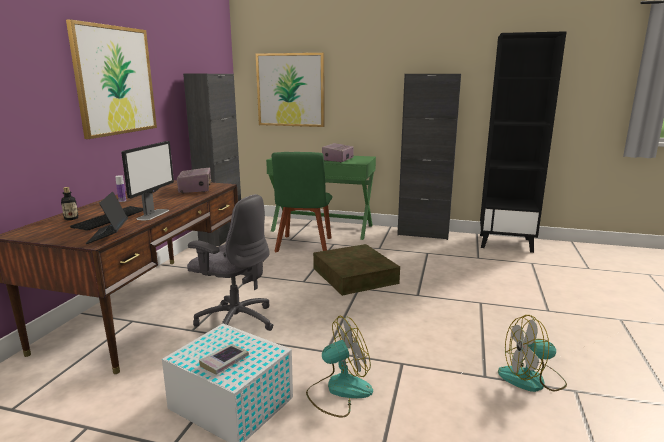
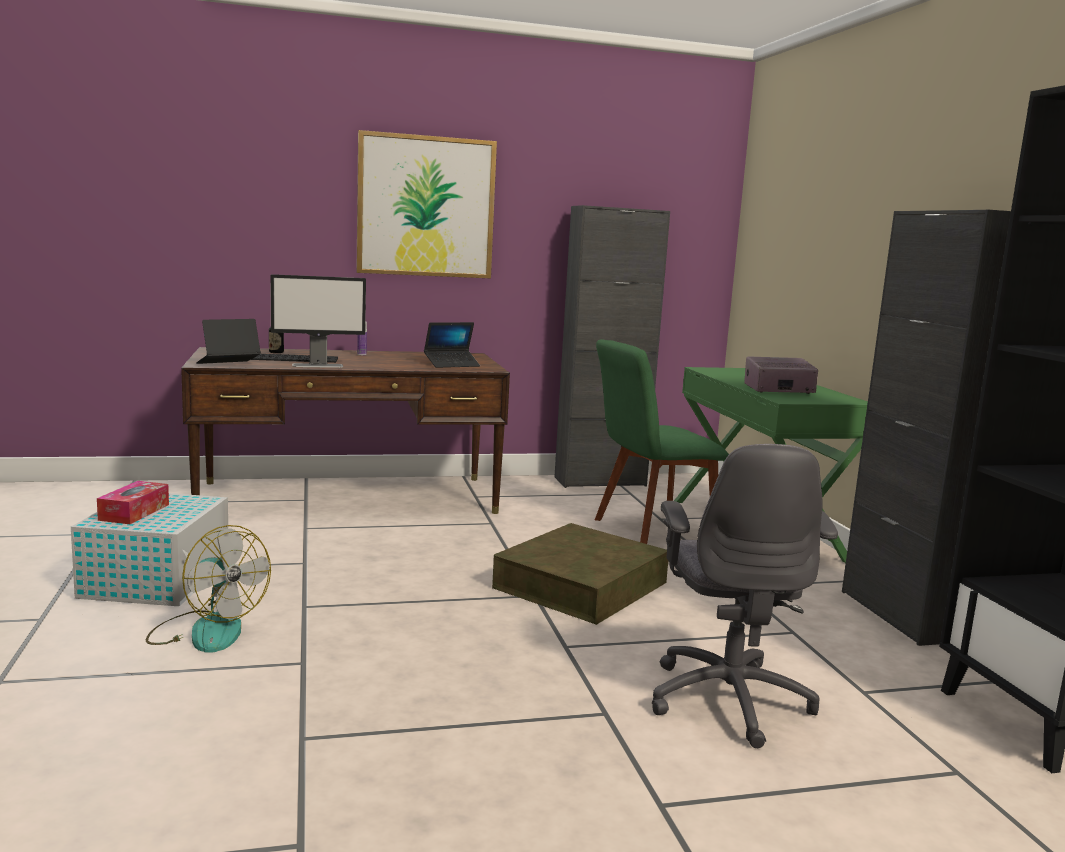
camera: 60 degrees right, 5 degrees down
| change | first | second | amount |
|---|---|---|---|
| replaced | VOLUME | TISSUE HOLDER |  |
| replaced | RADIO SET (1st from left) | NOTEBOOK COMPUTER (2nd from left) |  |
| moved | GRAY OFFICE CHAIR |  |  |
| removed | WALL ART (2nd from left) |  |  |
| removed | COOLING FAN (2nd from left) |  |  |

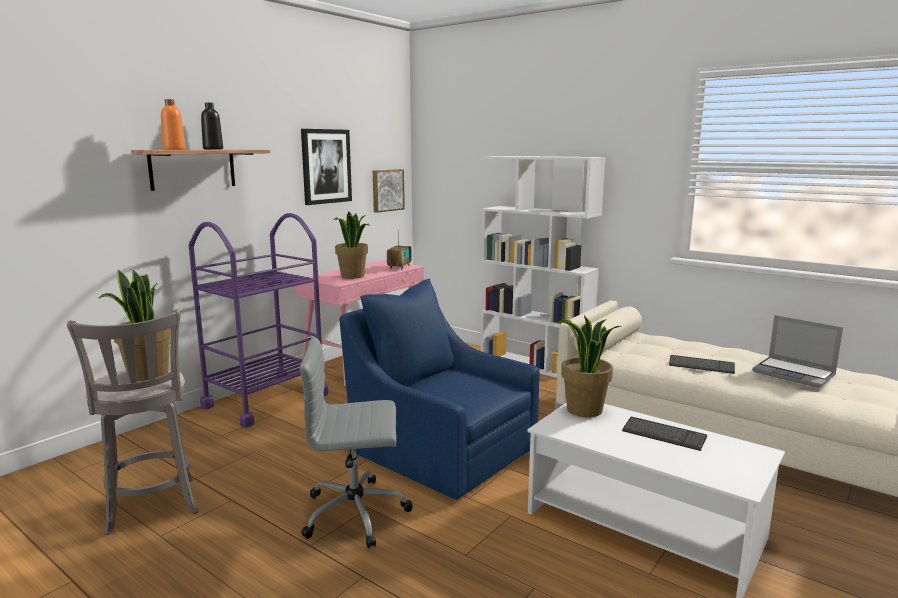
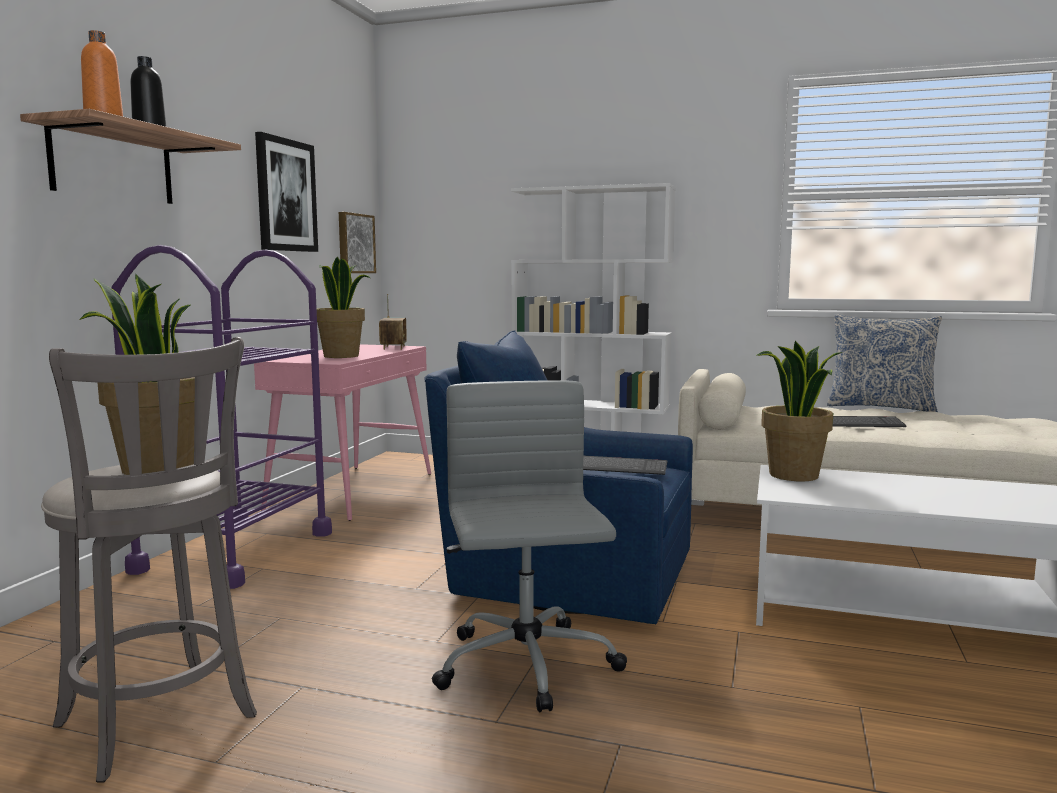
camera: 20 degrees left, 5 degrees down
| change | first | second | amount |
|---|---|---|---|
| turned | GRAY OFFICE CHAIR |  | 105 degrees clockwise |
| moved | KEYBOARD (1st from left) |  |  |
| added |  | PILLOW |  |
| removed | NOTEBOOK COMPUTER |  |  |

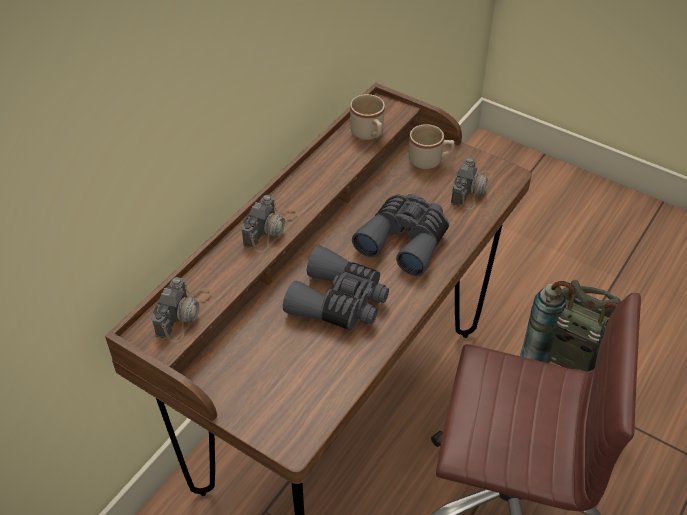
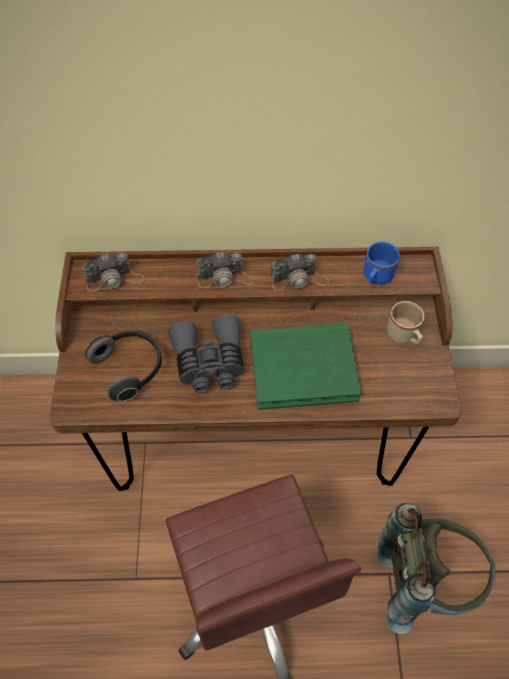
camera: 55 degrees right, 10 degrees up
| change | first | second | amount |
|---|---|---|---|
| added |  | PAIR OF HEADPHONES |  |
| replaced | GRAY PAIR OF BINOCULARS (2nd from left) | GREENISH VOLUME |  |
| moved | STILL CAMERA (3rd from left) |  |  |
| recoloured | BEIGE-COLOURED MUG (1st from left) | BLUISH MUG |  |

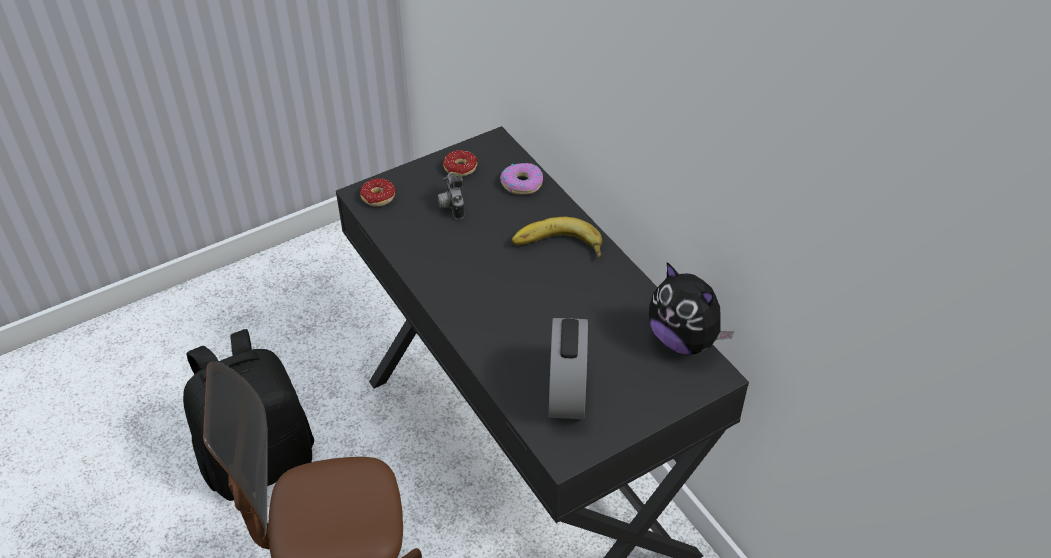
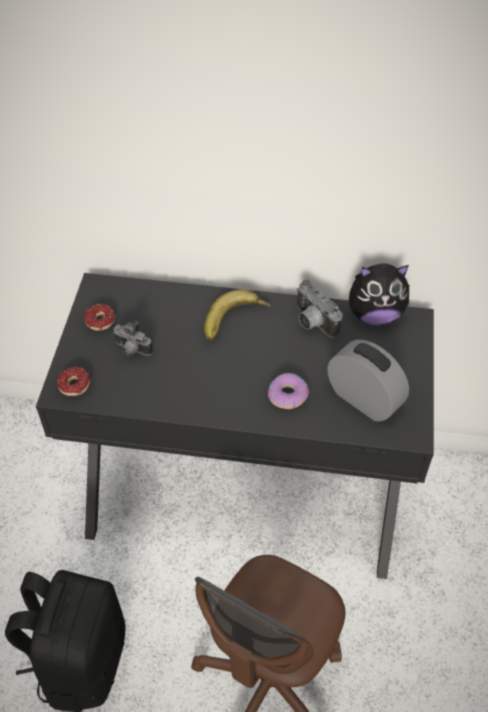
camera: 50 degrees left, 5 degrees up
| change | first | second | amount |
|---|---|---|---|
| moved | DONUT (3rd from left) |  |  |
| added |  | STILL CAMERA (2nd from left) |  |

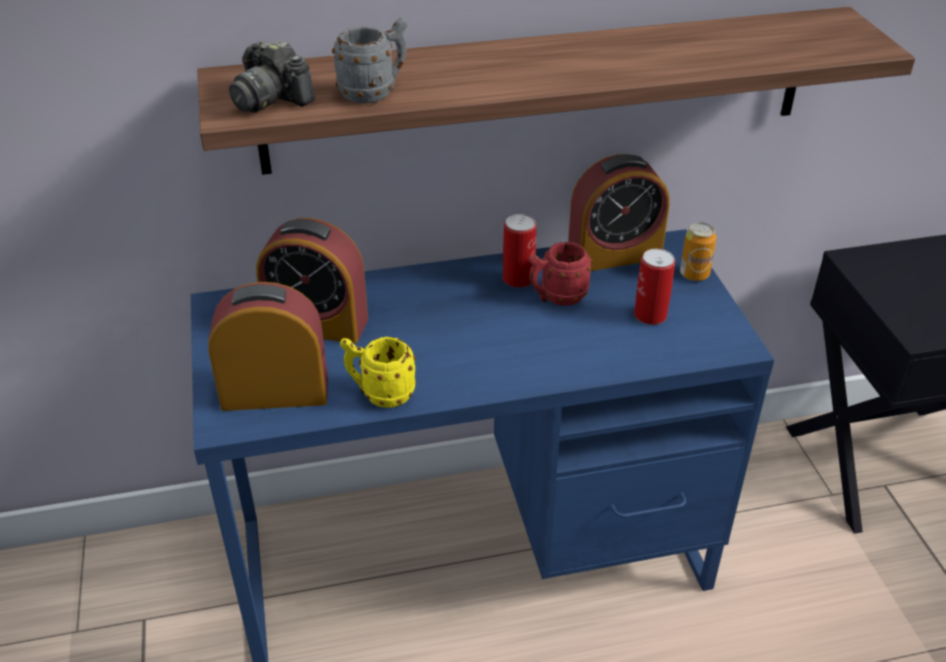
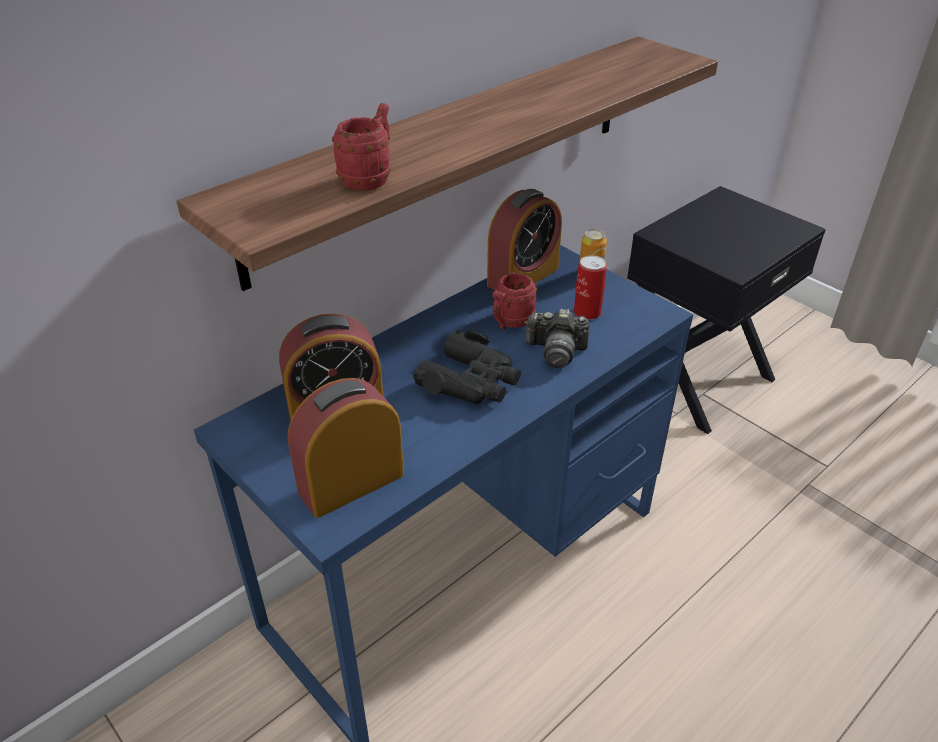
camera: 30 degrees left, 0 degrees up
| change | first | second | amount |
|---|---|---|---|
| recoloured | GRAY MUG | RED MUG (1st from left) |  |
| added |  | BLACK PAIR OF BINOCULARS |  |
| moved | STILL CAMERA |  |  |
| removed | YELLOW MUG |  |  |
| removed | METAL CAN (1st from left) |  |  |

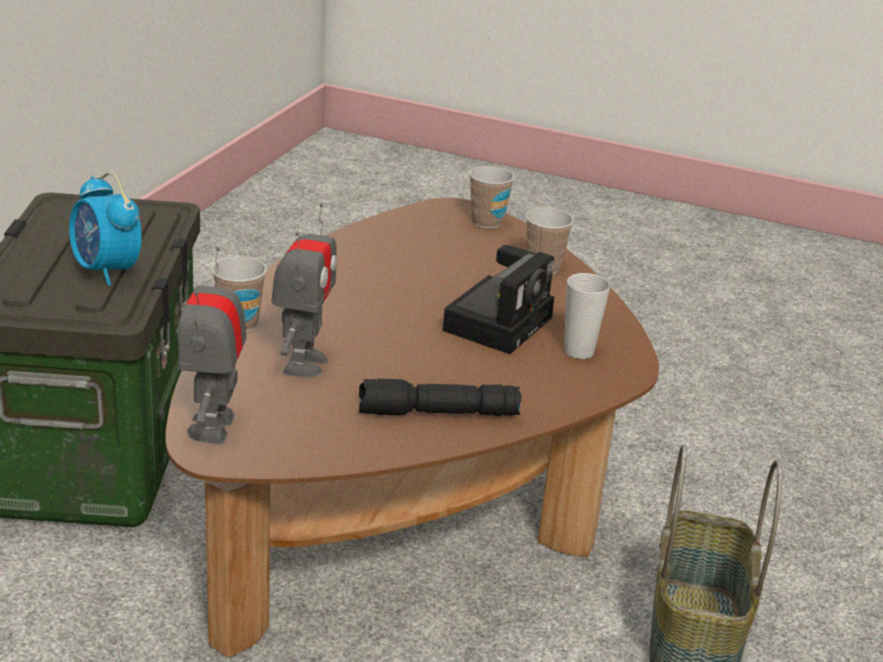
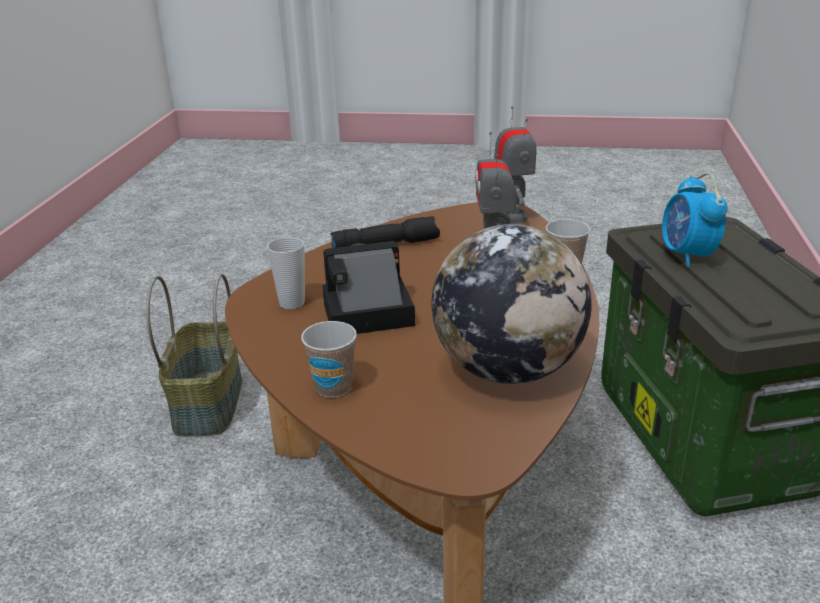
camera: 170 degrees right, 0 degrees up
| change | first | second | amount |
|---|---|---|---|
| turned | STILL CAMERA |  | 60 degrees clockwise |
| added |  | DESK GLOBE |  |
| turned | BEDSIDE CLOCK |  | 135 degrees counterclockwise |
| removed | CUP (2nd from left) |  |  |

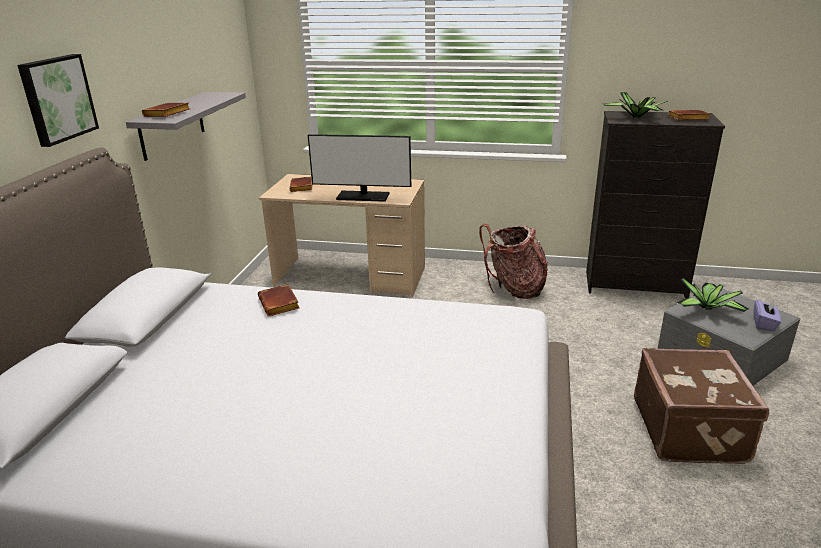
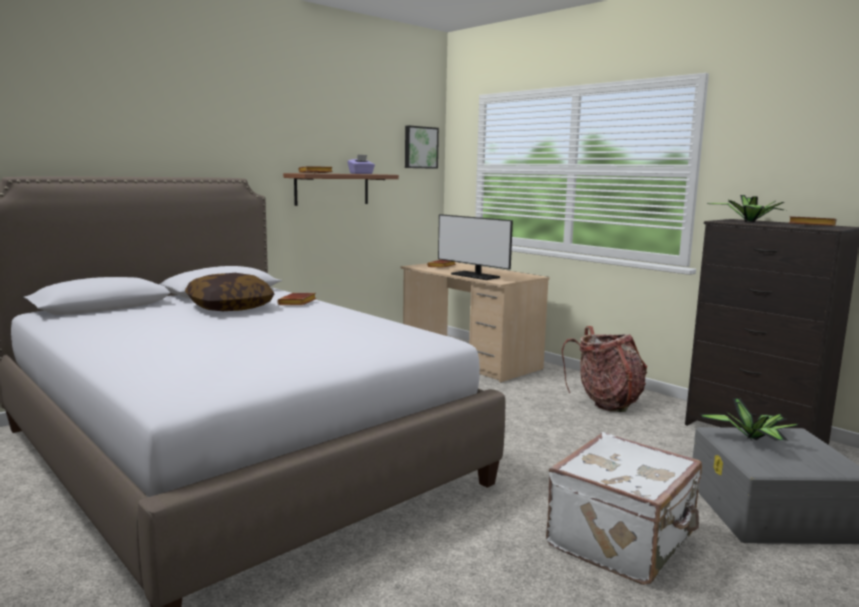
camera: 35 degrees right, 15 degrees down
| change | first | second | amount |
|---|---|---|---|
| added |  | PILLOW |  |
| recoloured | GRAY BRACKET SHELF | BROWN BRACKET SHELF |  |
| moved | PURPLE-COLOURED TISSUE HOLDER |  |  |
| moved | WALL ART |  |  |
| recoloured | BROWN TRAVEL CASE | WHITE TRAVEL CASE |  |

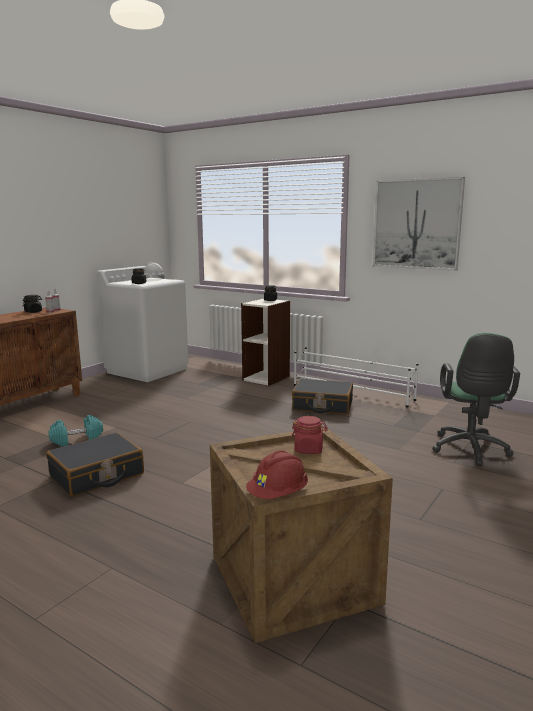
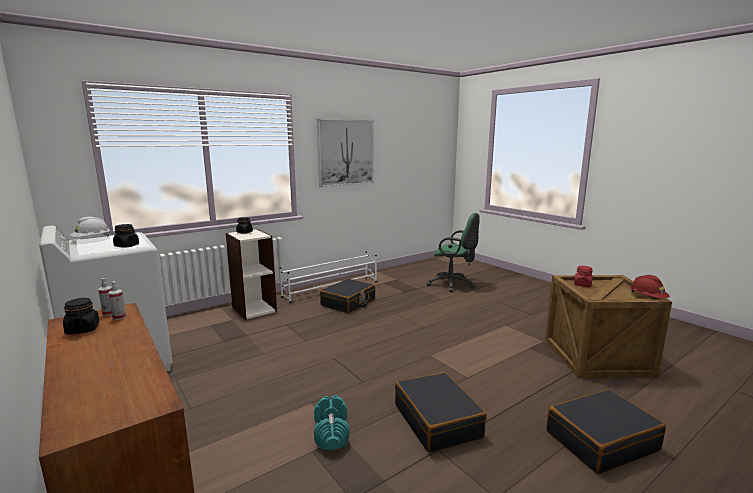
camera: 70 degrees left, 0 degrees up
| change | first | second | amount |
|---|---|---|---|
| added |  | BLACK TRAVEL CASE (3rd from left) |  |

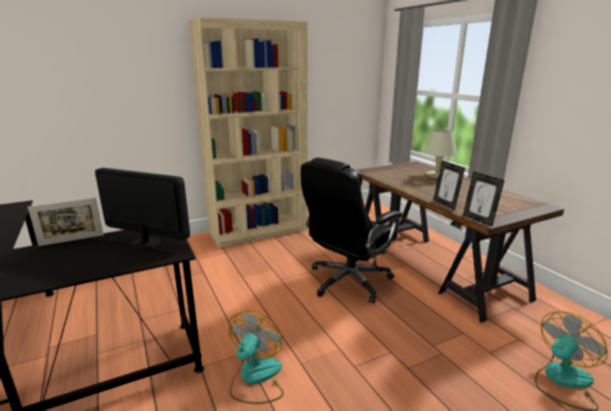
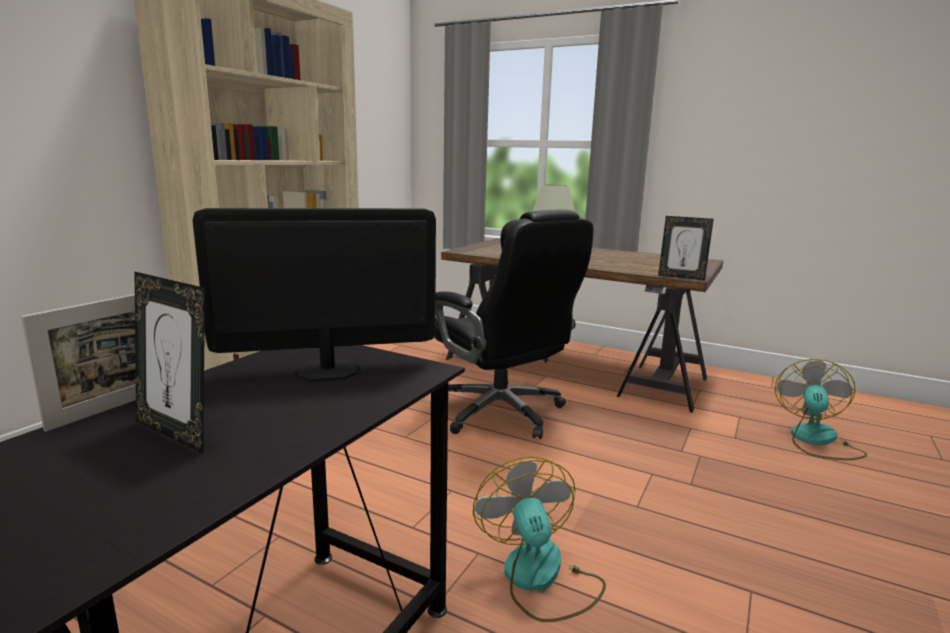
camera: 35 degrees left, 5 degrees down
| change | first | second | amount |
|---|---|---|---|
| moved | PICTURE FRAME (2nd from left) |  |  |
| turned | BLACK OFFICE CHAIR |  | 45 degrees counterclockwise |

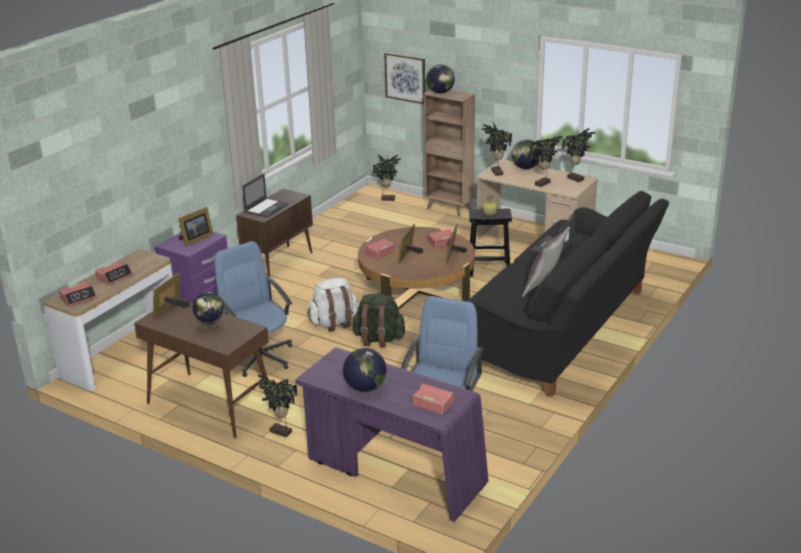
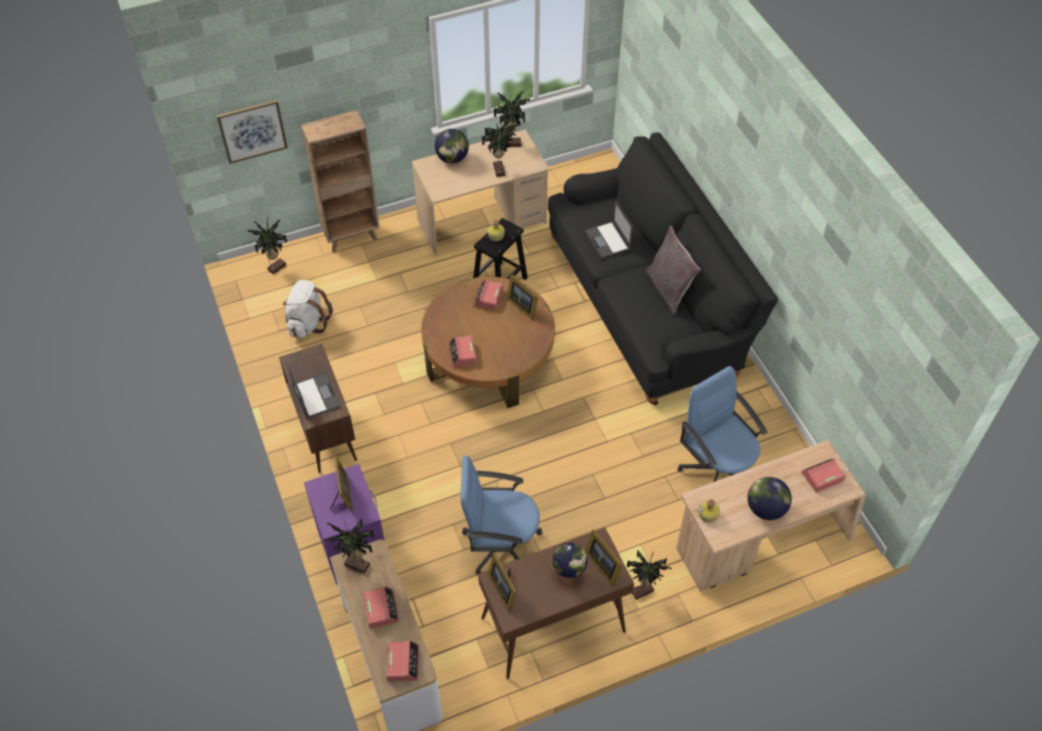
camera: 55 degrees left, 25 degrees up
| change | first | second | amount |
|---|---|---|---|
| moved | WHITE BACKPACK |  |  |
| moved | PLANT IN A POT (3rd from left in the first image) | PLANT IN A POT (2nd from left) |  |
| moved | PICTURE FRAME (3rd from left in the first image) | PICTURE FRAME (4th from left) |  |
| recoloured | PURPLE-COLOURED DESK UNIT | BEIGE-COLOURED DESK UNIT (2nd from left) |  |
| added |  | BEVERAGE BOTTLE (2nd from left) |  |
| removed | GREENISH BACKPACK |  |  |
| removed | DESK GLOBE (3rd from left) |  |  |

